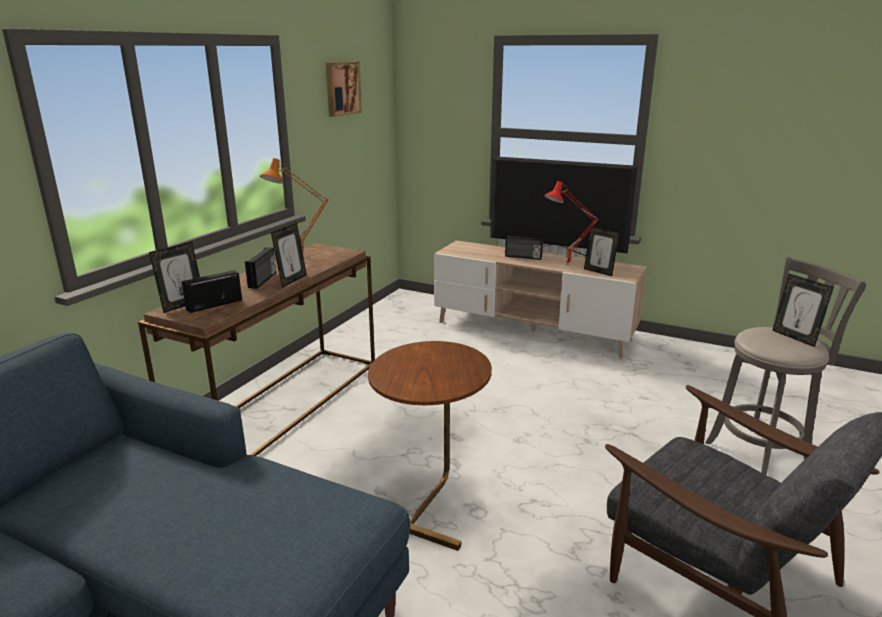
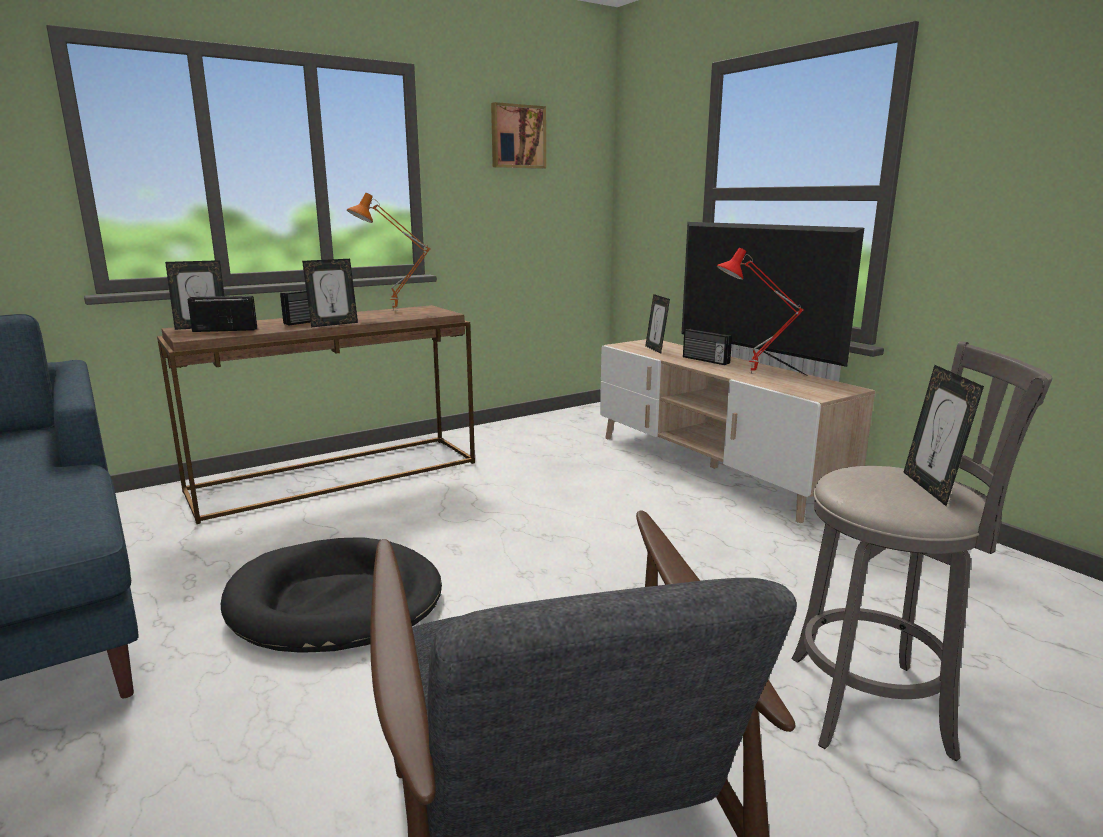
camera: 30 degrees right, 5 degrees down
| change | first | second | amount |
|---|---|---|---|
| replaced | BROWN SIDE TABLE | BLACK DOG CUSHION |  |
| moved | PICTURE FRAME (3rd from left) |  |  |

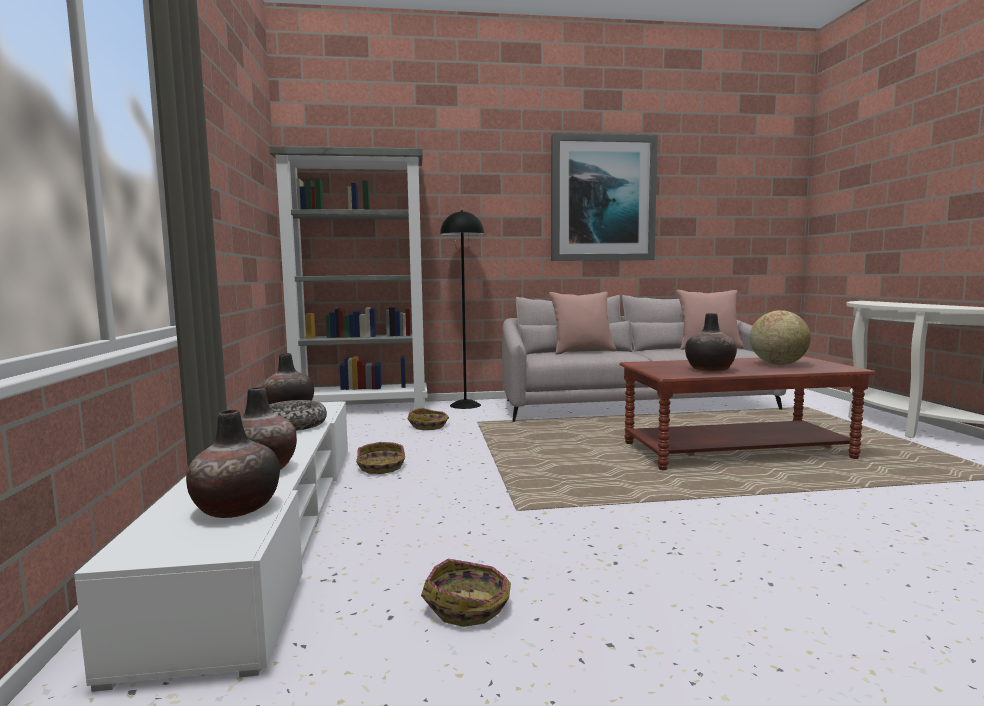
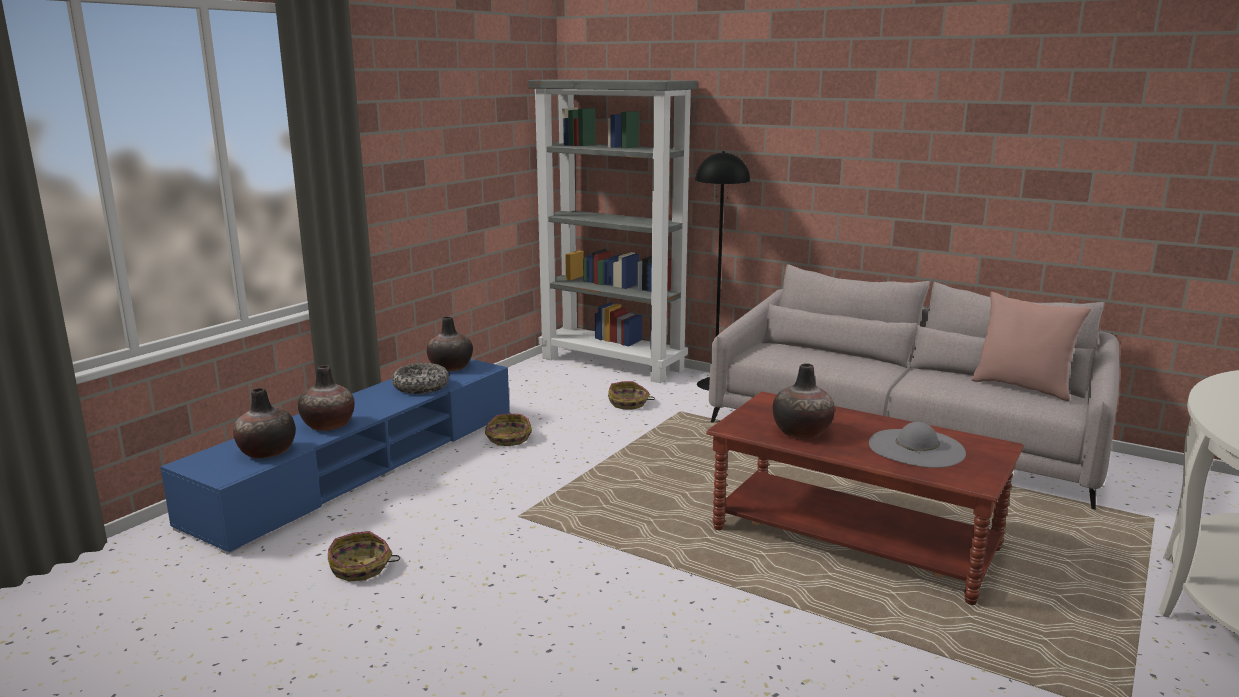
camera: 40 degrees right, 10 degrees up
| change | first | second | amount |
|---|---|---|---|
| recoloured | WHITE TV STAND | BLUISH TV STAND |  |
| replaced | DESK GLOBE | GRAY CLOTHING HAT |  |
| removed | PINK PILLOW (1st from left) |  |  |
| removed | WALL ART |  |  |

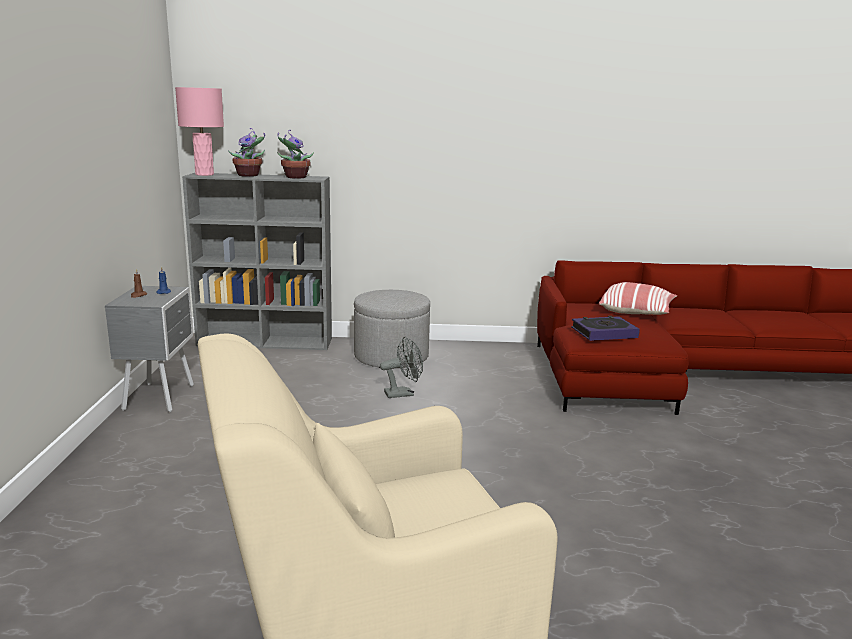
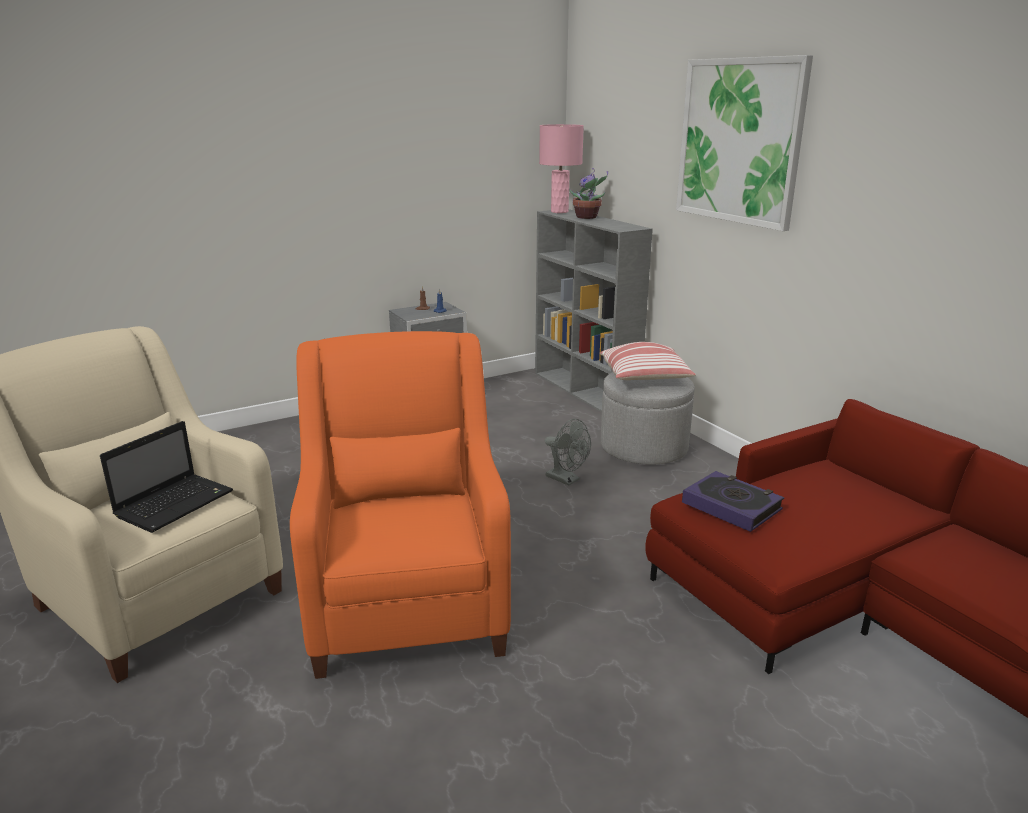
camera: 60 degrees right, 5 degrees up
| change | first | second | amount |
|---|---|---|---|
| added |  | NOTEBOOK COMPUTER |  |
| added |  | ORANGE LOUNGE CHAIR |  |
| moved | PILLOW |  |  |
| added |  | WALL ART |  |
| removed | PLANT IN A POT (2nd from left) |  |  |

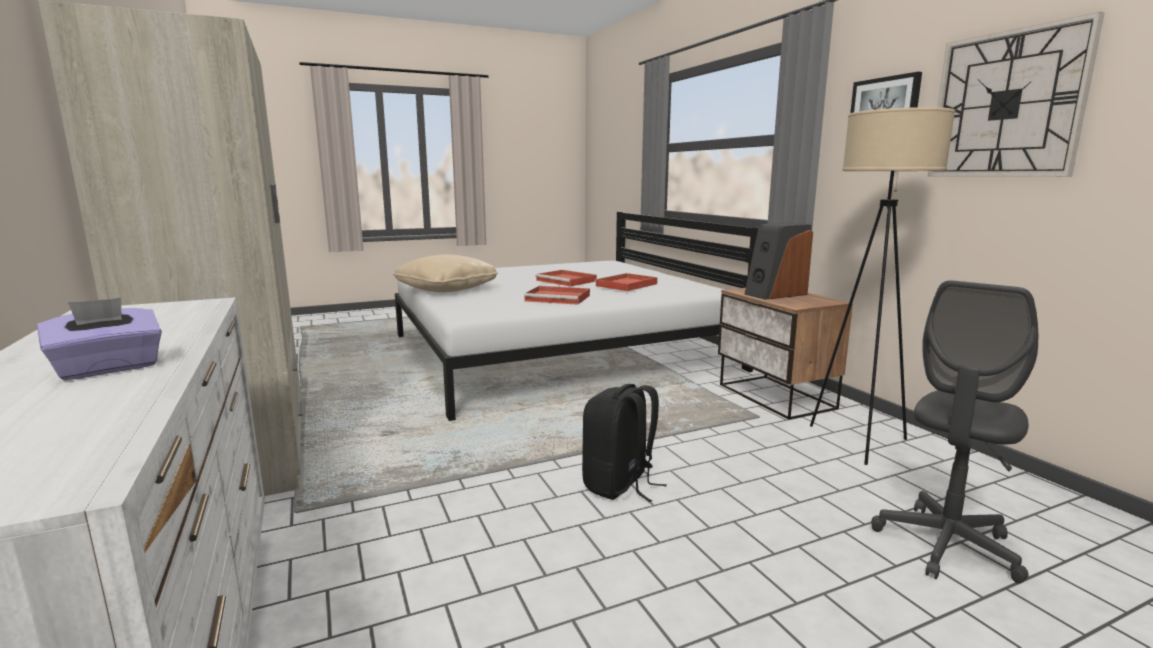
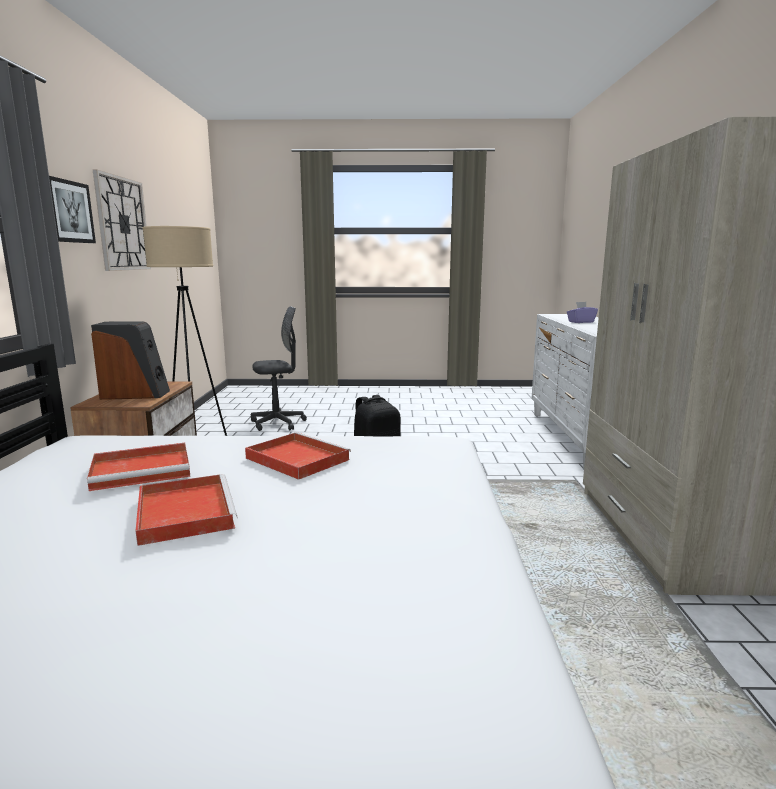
camera: 155 degrees left, 0 degrees up
| change | first | second | amount |
|---|---|---|---|
| removed | BEIGE-COLOURED PILLOW |  |  |

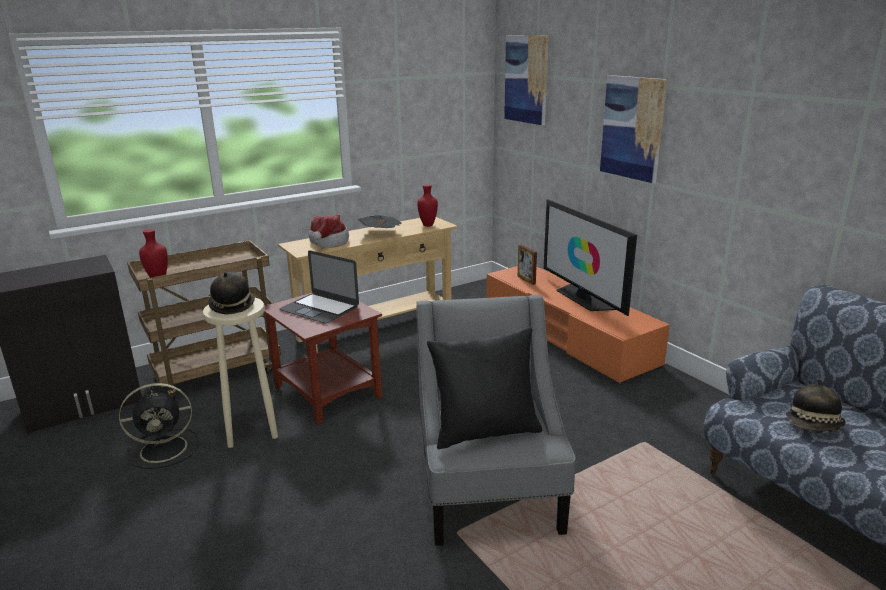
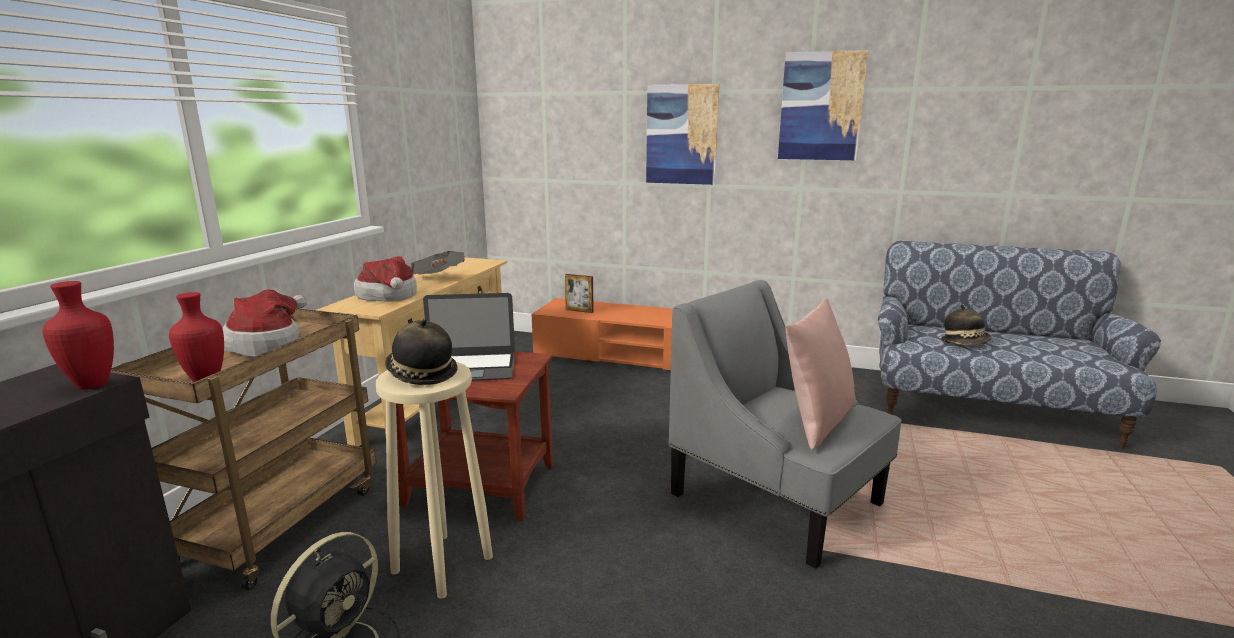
camera: 40 degrees left, 5 degrees down
| change | first | second | amount |
|---|---|---|---|
| moved | RED DECORATIVE VASE (2nd from left in the first image) | RED DECORATIVE VASE (1st from left) |  |
| added |  | CLOTHING HAT (1st from left) |  |
| moved | WALL ART (1st from left in the first image) | WALL ART (2nd from left) |  |
| recoloured | BLACK PILLOW | PINK PILLOW |  |
| removed | TV SET |  |  |

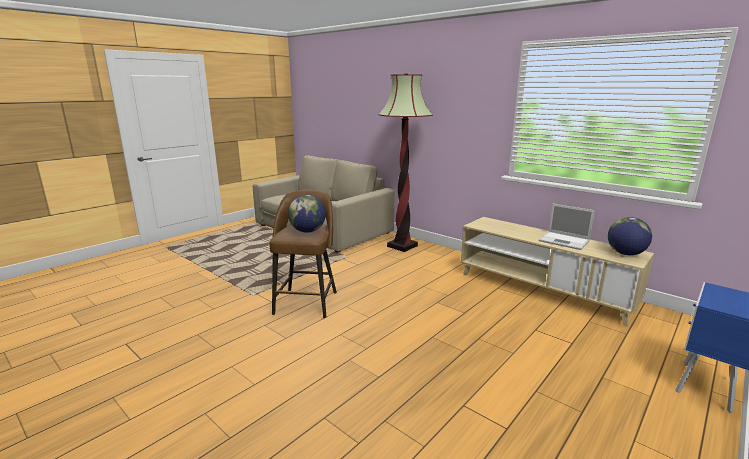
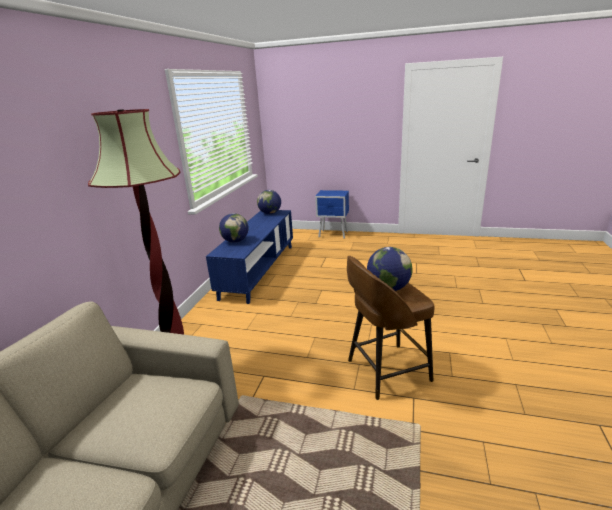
camera: 115 degrees left, 5 degrees up
| change | first | second | amount |
|---|---|---|---|
| recoloured | BEIGE-COLOURED TV STAND | BLUISH TV STAND |  |
| added |  | DESK GLOBE (1st from left) |  |
| removed | NOTEBOOK COMPUTER |  |  |

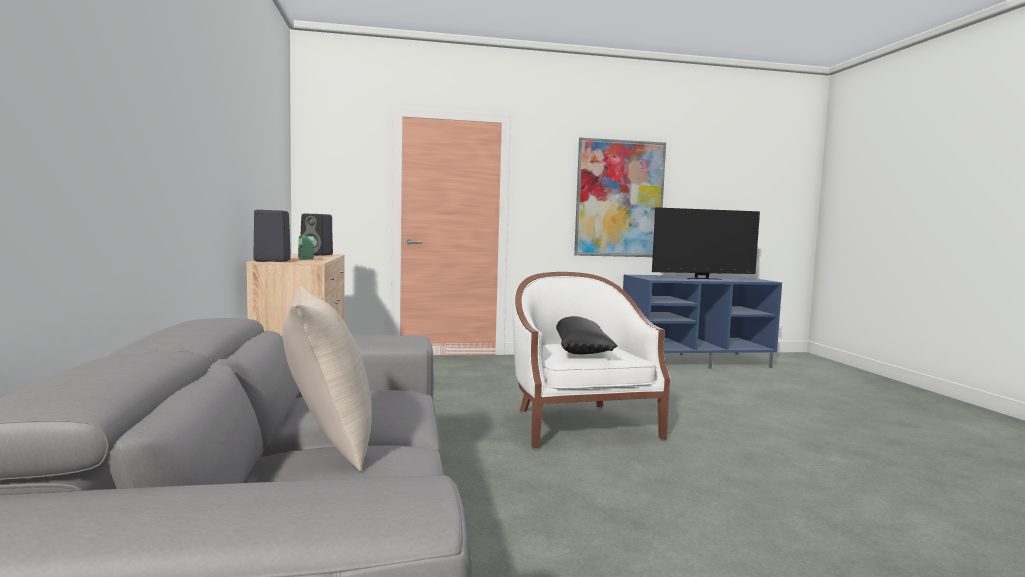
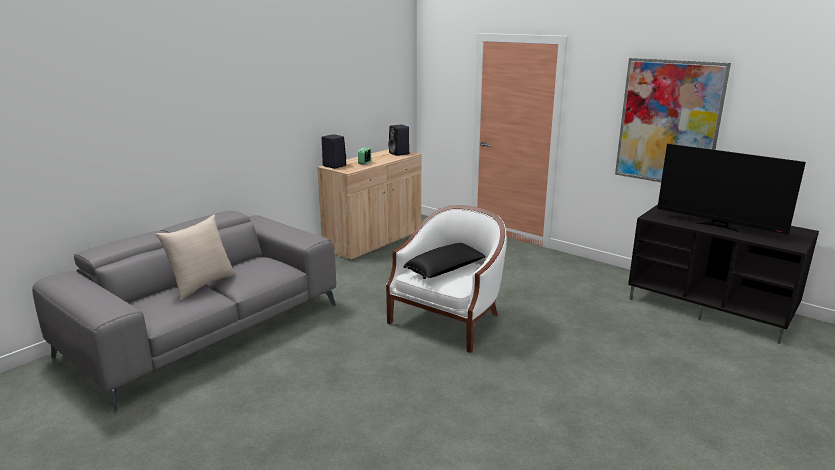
camera: 50 degrees right, 15 degrees up
| change | first | second | amount |
|---|---|---|---|
| recoloured | BLUISH TV STAND | BLACK TV STAND |  |

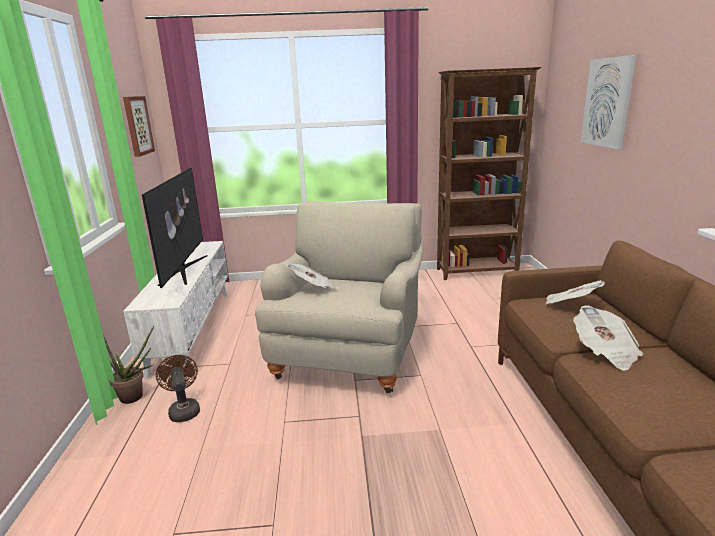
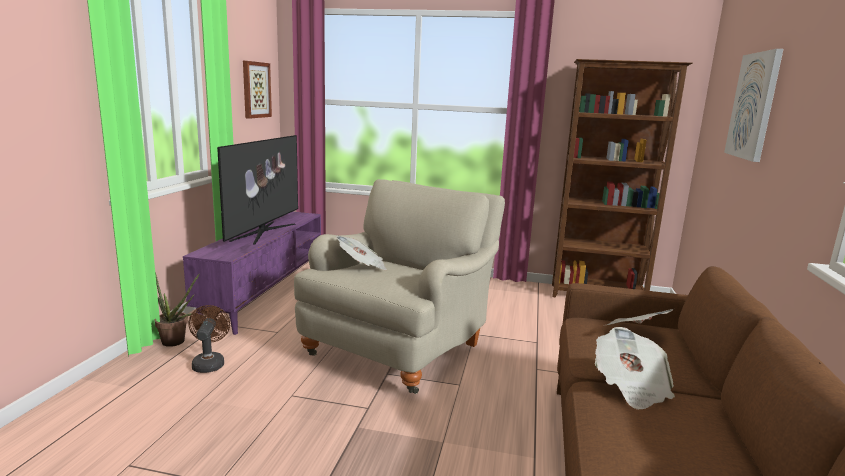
camera: 15 degrees right, 5 degrees down
| change | first | second | amount |
|---|---|---|---|
| recoloured | WHITE TV STAND | PURPLE-COLOURED TV STAND |  |

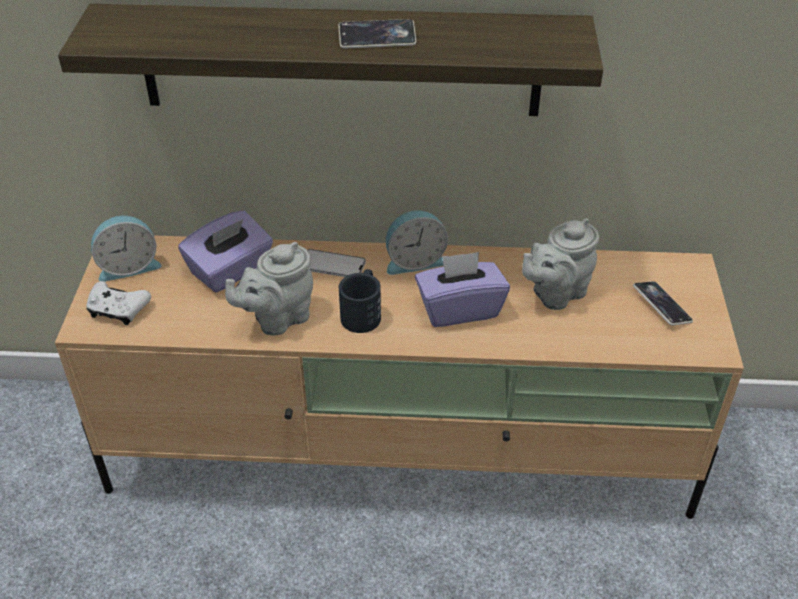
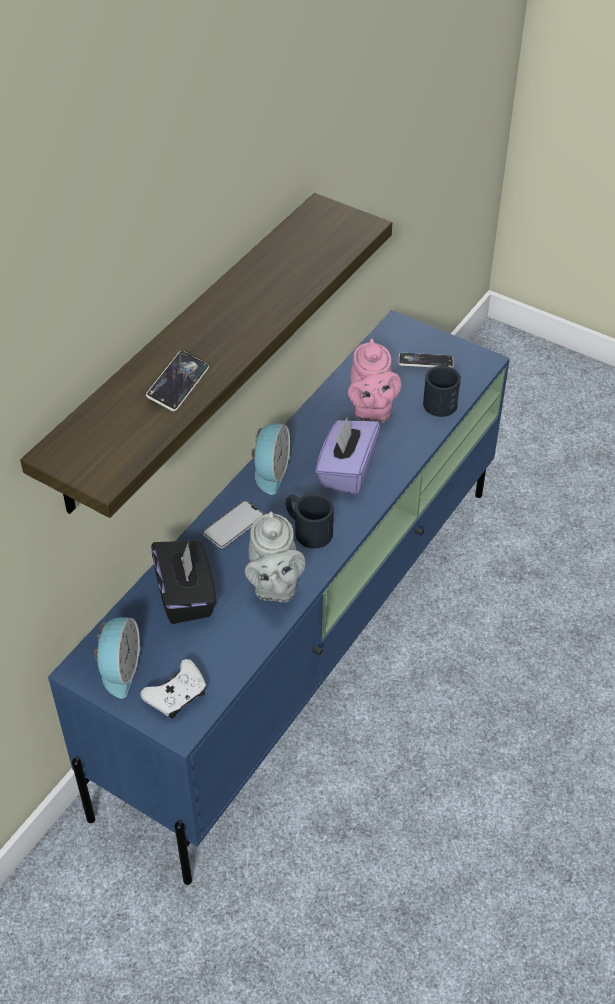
camera: 60 degrees left, 5 degrees up
| change | first | second | amount |
|---|---|---|---|
| recoloured | BEIGE-COLOURED TV STAND | BLUISH TV STAND |  |
| moved | TELEPHONE (2nd from left in the first image) | TELEPHONE (1st from left) |  |
| recoloured | PURPLE-COLOURED TISSUE HOLDER (1st from left) | BLACK TISSUE HOLDER |  |
| recoloured | GRAY TEAPOT (2nd from left) | PINK TEAPOT |  |
| added |  | BLACK MUG (2nd from left) |  |

